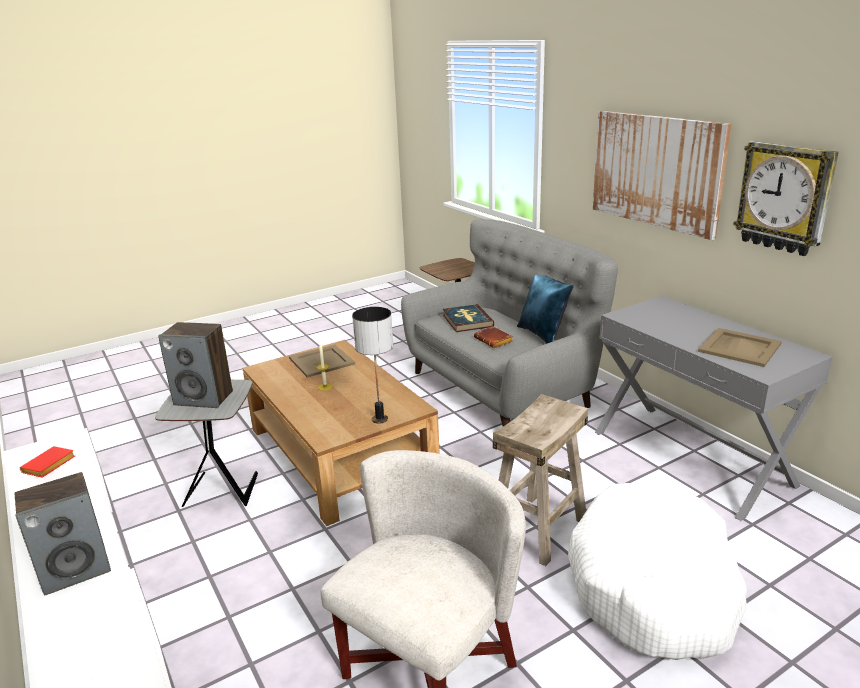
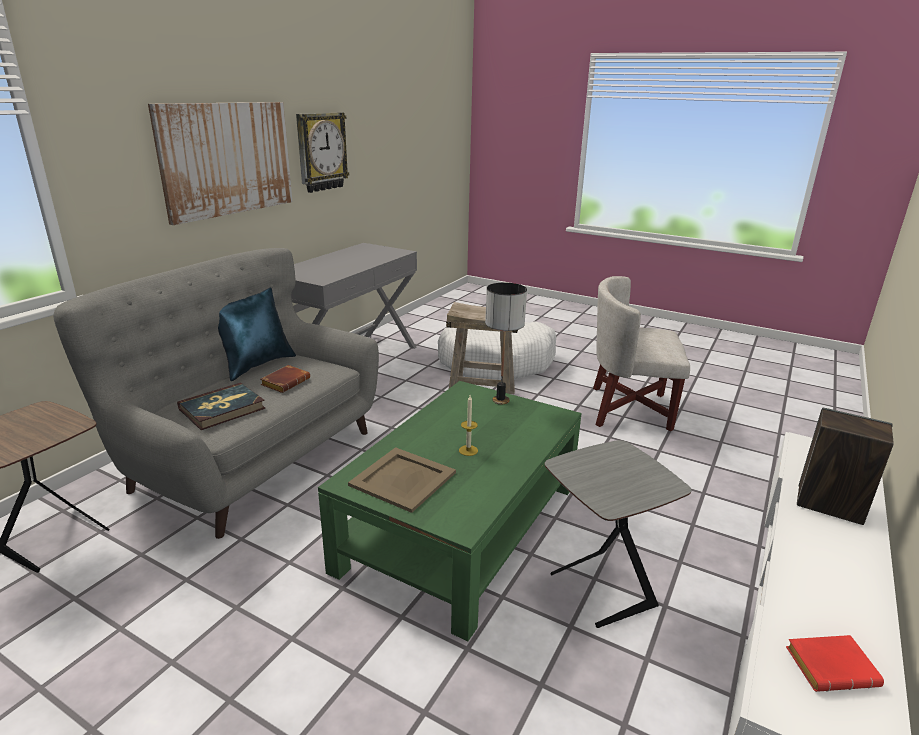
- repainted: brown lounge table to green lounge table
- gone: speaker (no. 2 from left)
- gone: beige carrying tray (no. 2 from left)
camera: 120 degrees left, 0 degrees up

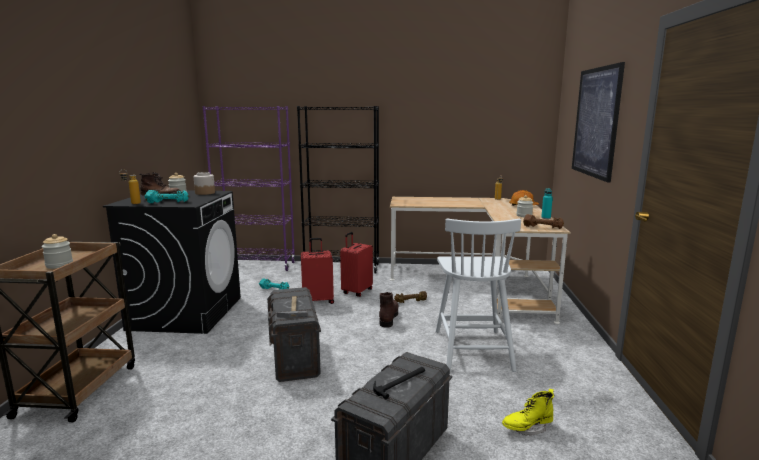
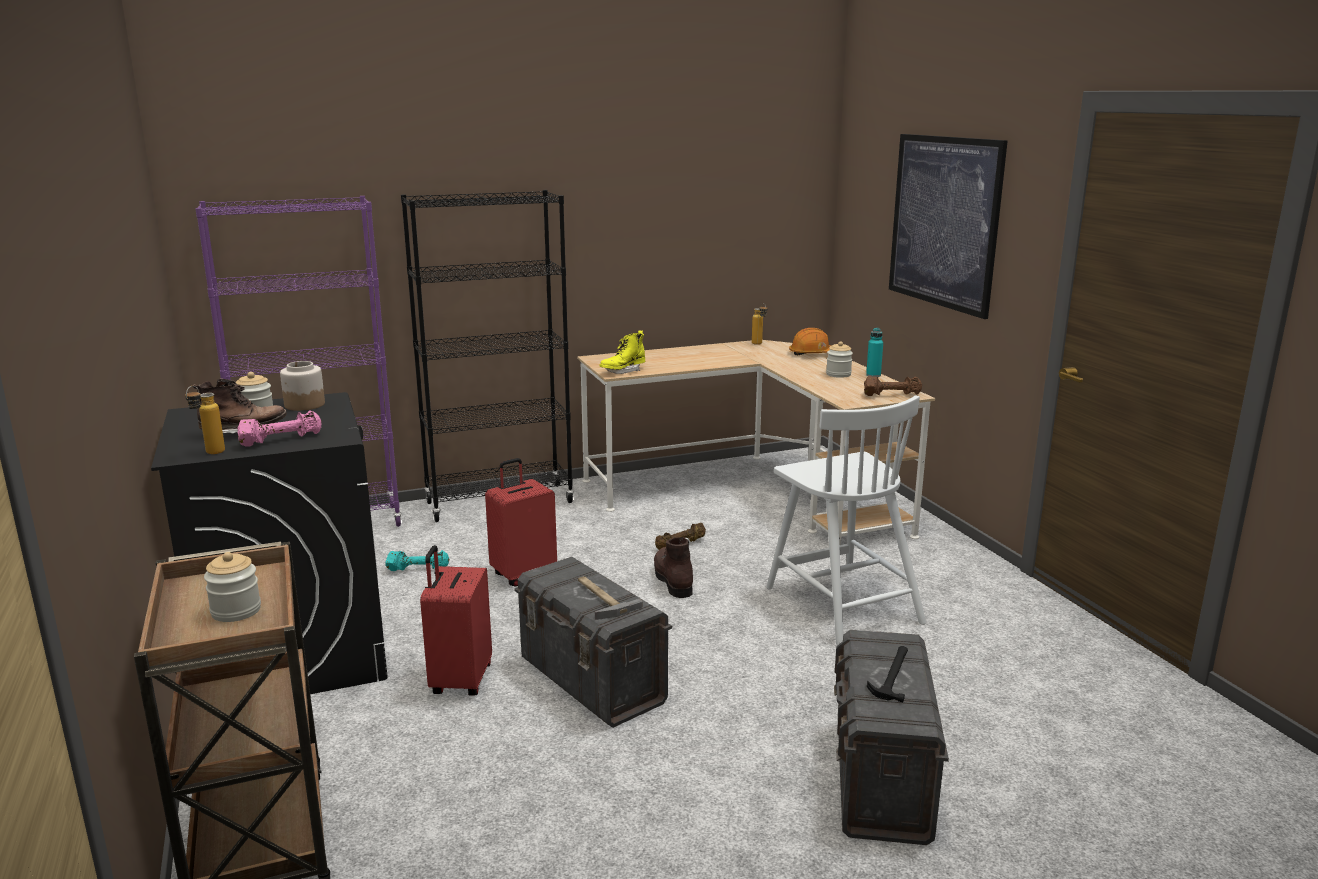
- repainted: turquoise-coloured dumbbell (no. 1 from left) to pinkish dumbbell
- shifted: red travel case (no. 2 from left in the first image) to red travel case (no. 1 from left)
- shifted: yellowish boot
camera: 25 degrees left, 5 degrees up

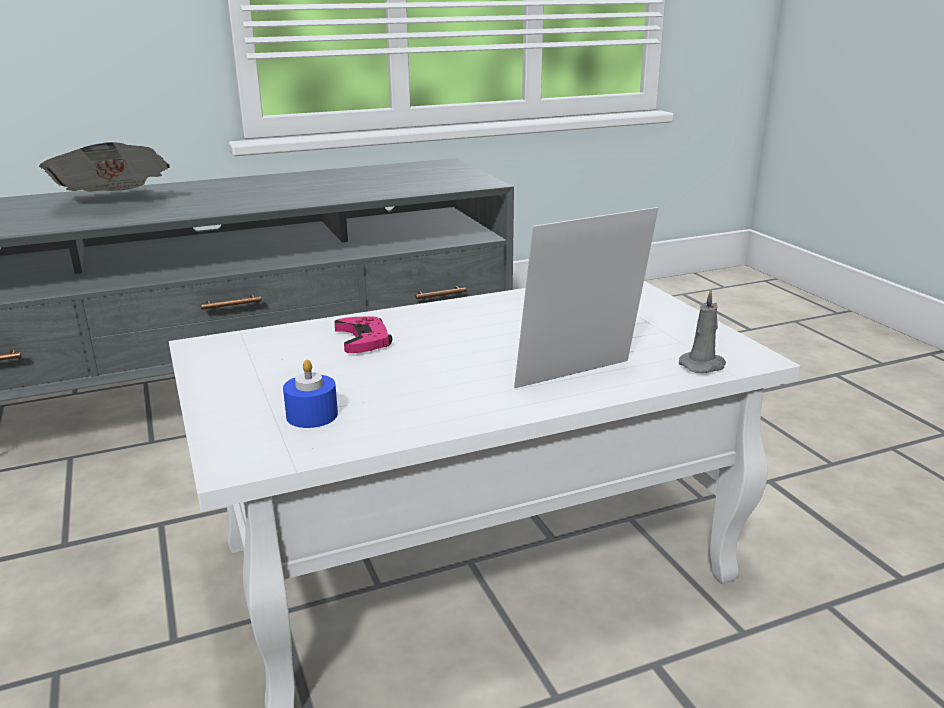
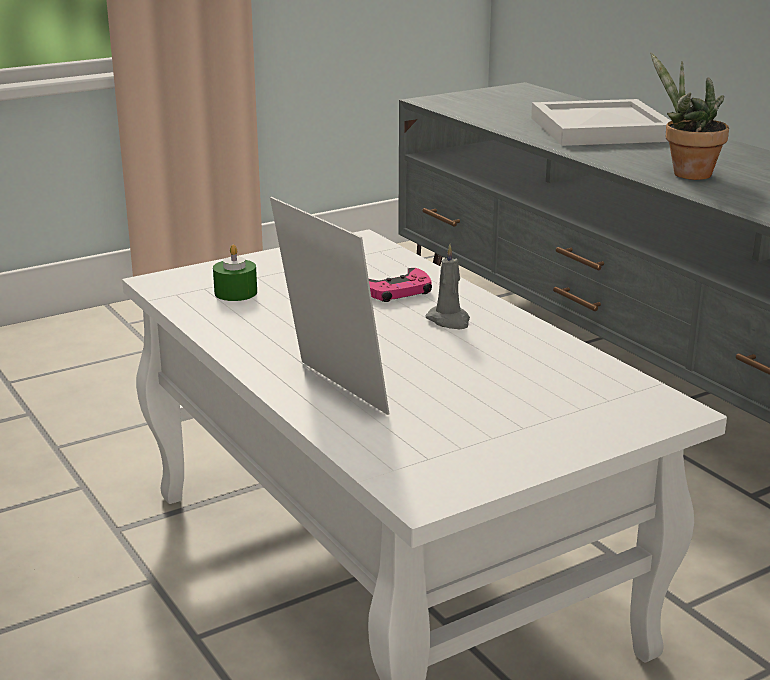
- repainted: bluish candle to green candle
- shifted: grey candle
- swapped: newspaper to whitish carrying tray
- new: houseplant
camera: 80 degrees right, 0 degrees up

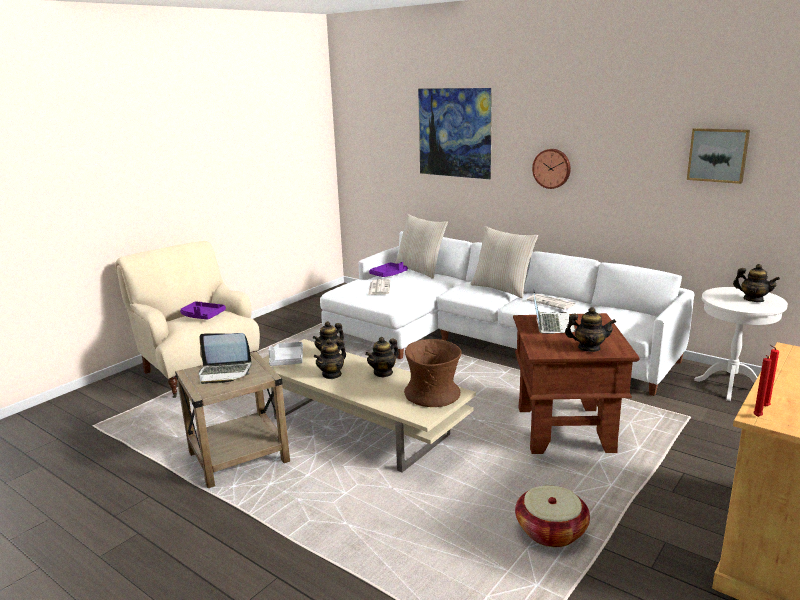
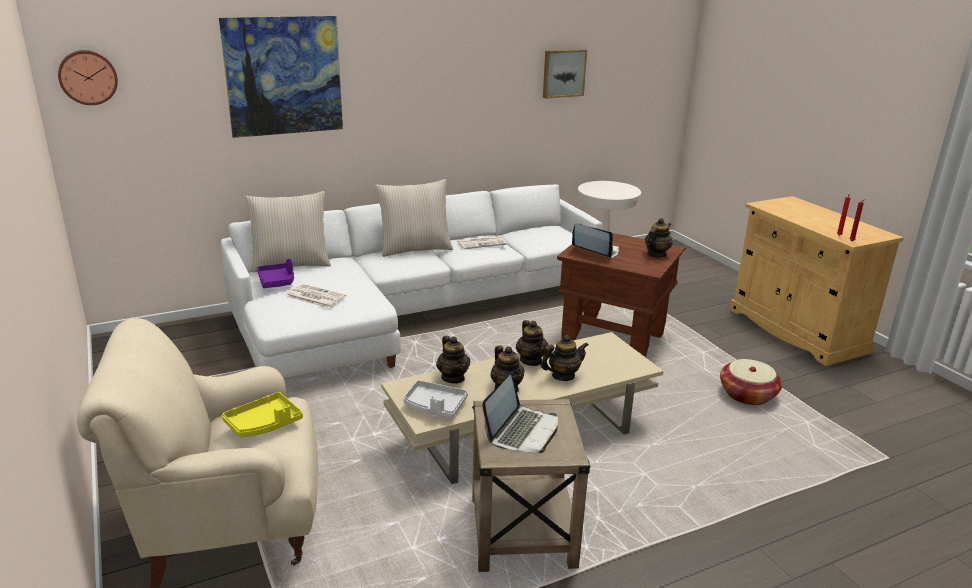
- shifted: clock on the wall
- repainted: purplish carrying tray (no. 1 from left) to yellowish carrying tray
- shifted: tea pot (no. 5 from left in the first image) to tea pot (no. 4 from left)
- gone: brown flower vase
camera: 65 degrees left, 5 degrees up

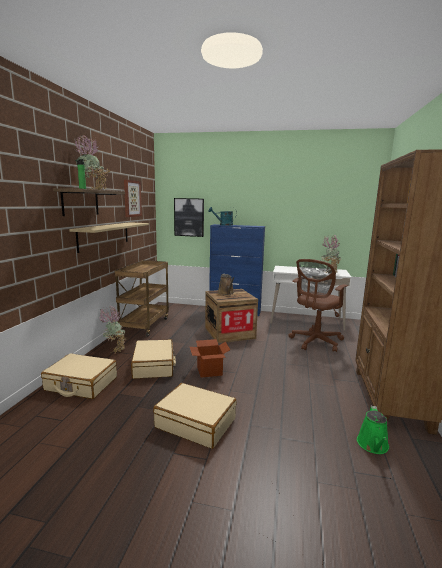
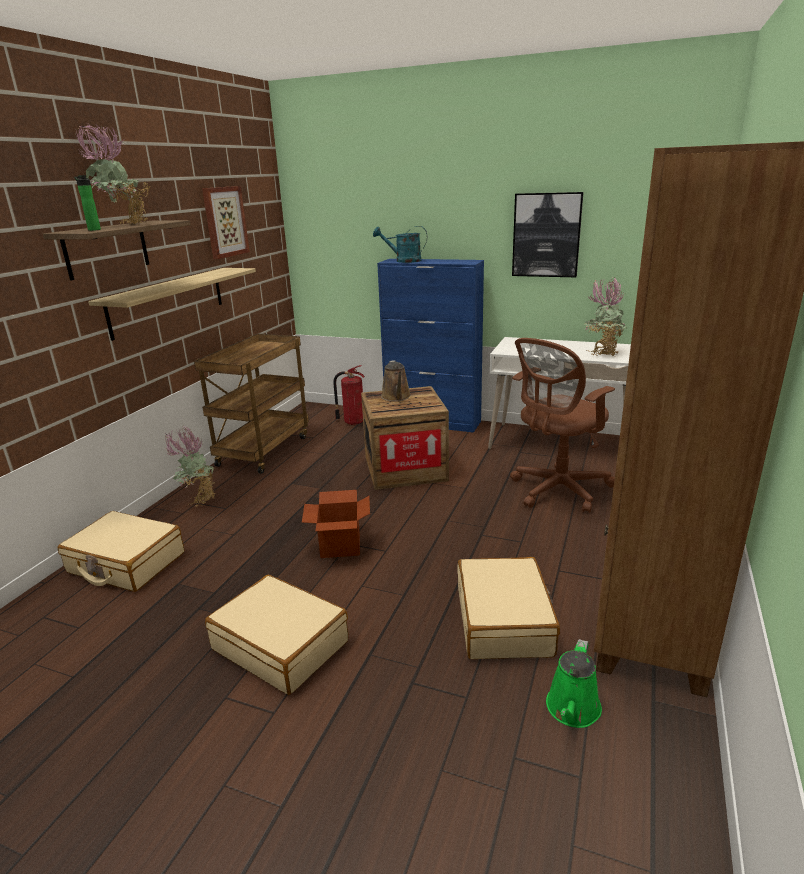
- new: fire-fighting cylinder
- shifted: beige travel case (no. 2 from left in the first image) to beige travel case (no. 3 from left)
- shifted: wall picture (no. 2 from left)
camera: 10 degrees right, 10 degrees up

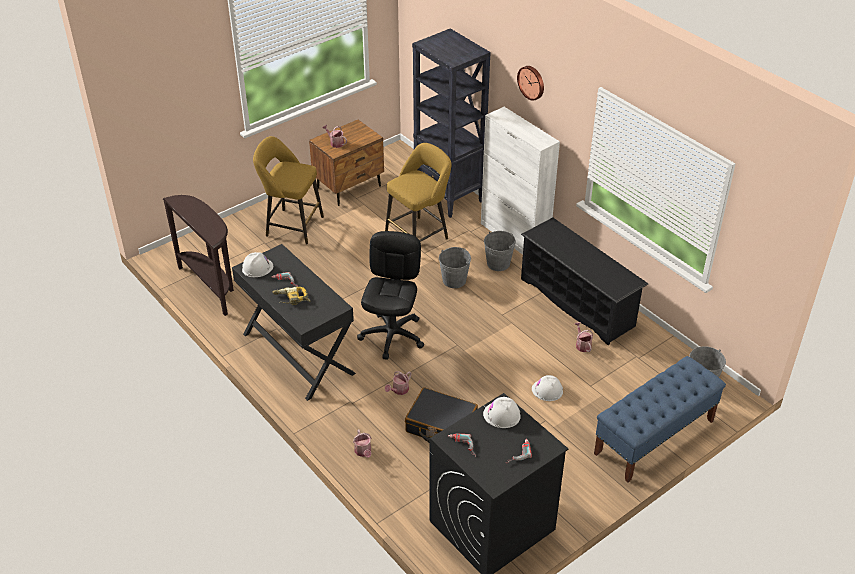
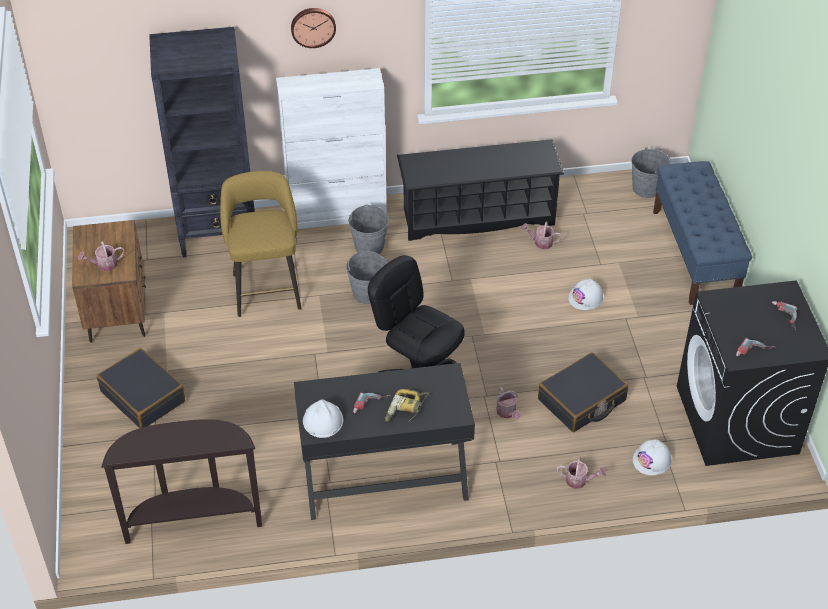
- swapped: yellowish stool (no. 1 from left) to black-coloured travel case (no. 1 from left)
- shifted: whitish work helmet (no. 2 from left in the first image) to whitish work helmet (no. 3 from left)
camera: 60 degrees left, 5 degrees up

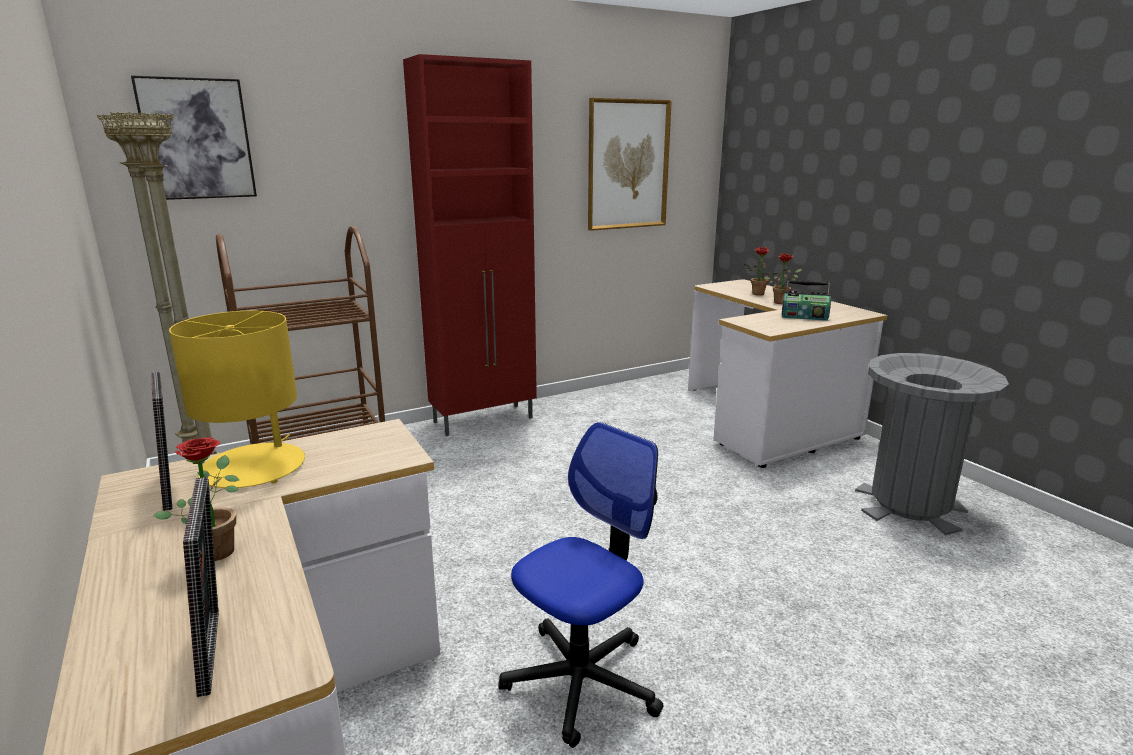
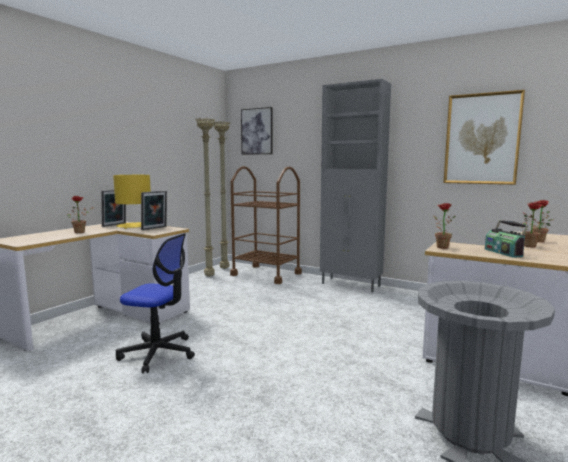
- shifted: picture frame (no. 2 from left)
- repainted: red cabinet to grey cabinet
- new: houseplant (no. 2 from left)
camera: 60 degrees right, 10 degrees down

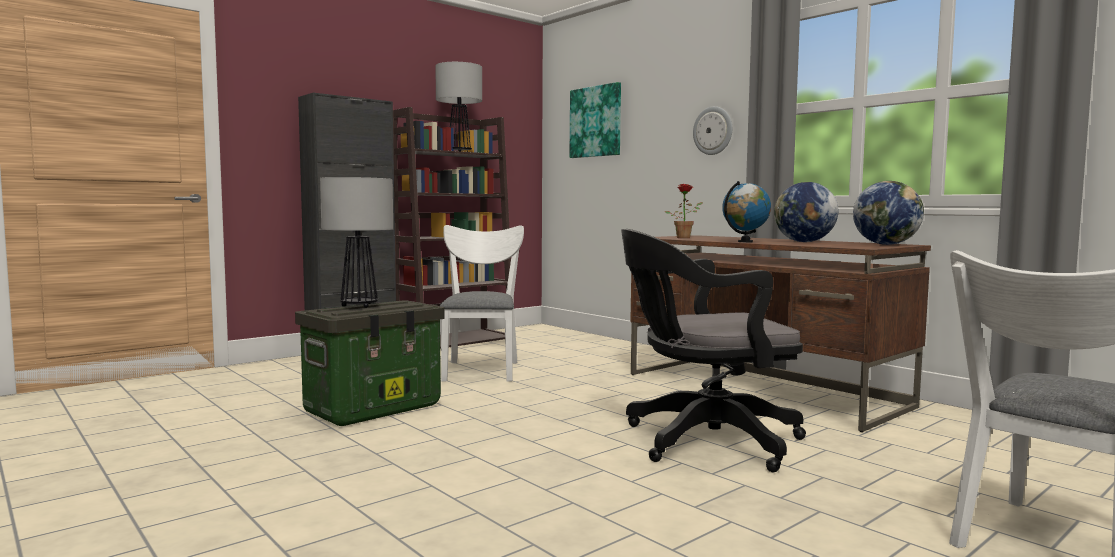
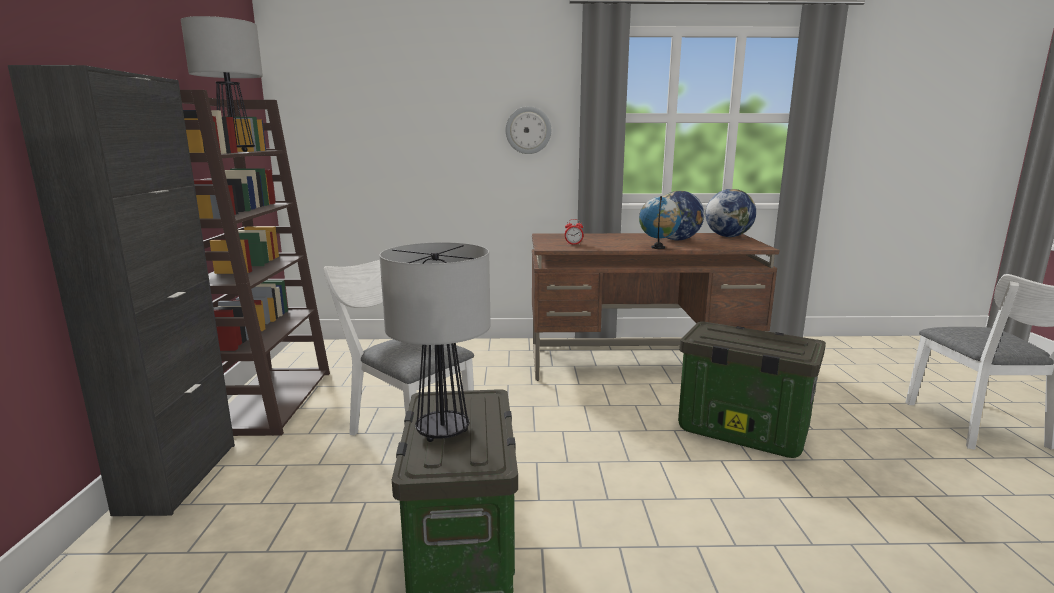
- swapped: houseplant to table clock
- swapped: black-coloured computer chair to storage container (no. 2 from left)
- gone: wall picture
camera: 50 degrees left, 10 degrees up

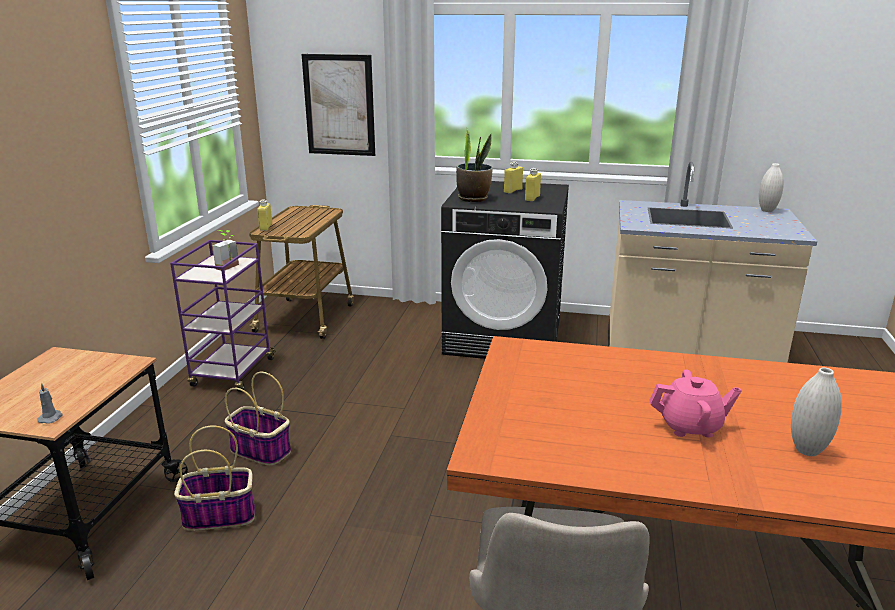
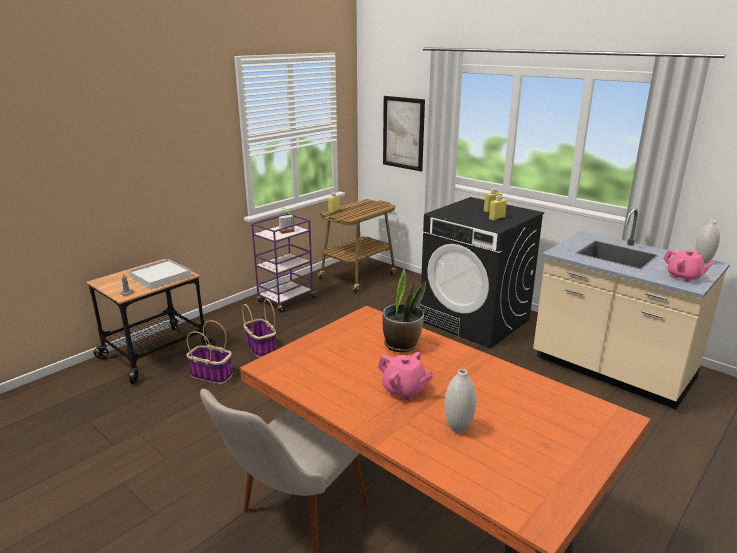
- new: whitish carrying tray
- shifted: houseplant (no. 2 from left)
- new: pinkish tea pot (no. 2 from left)
camera: 30 degrees right, 0 degrees up

